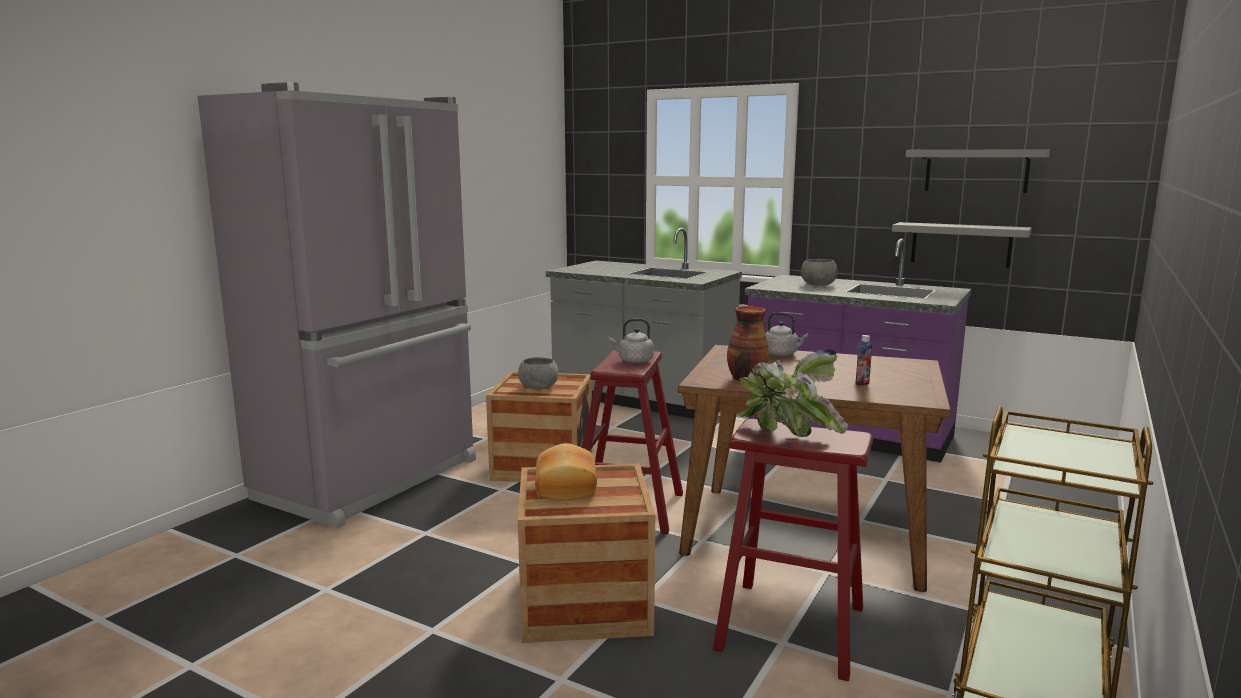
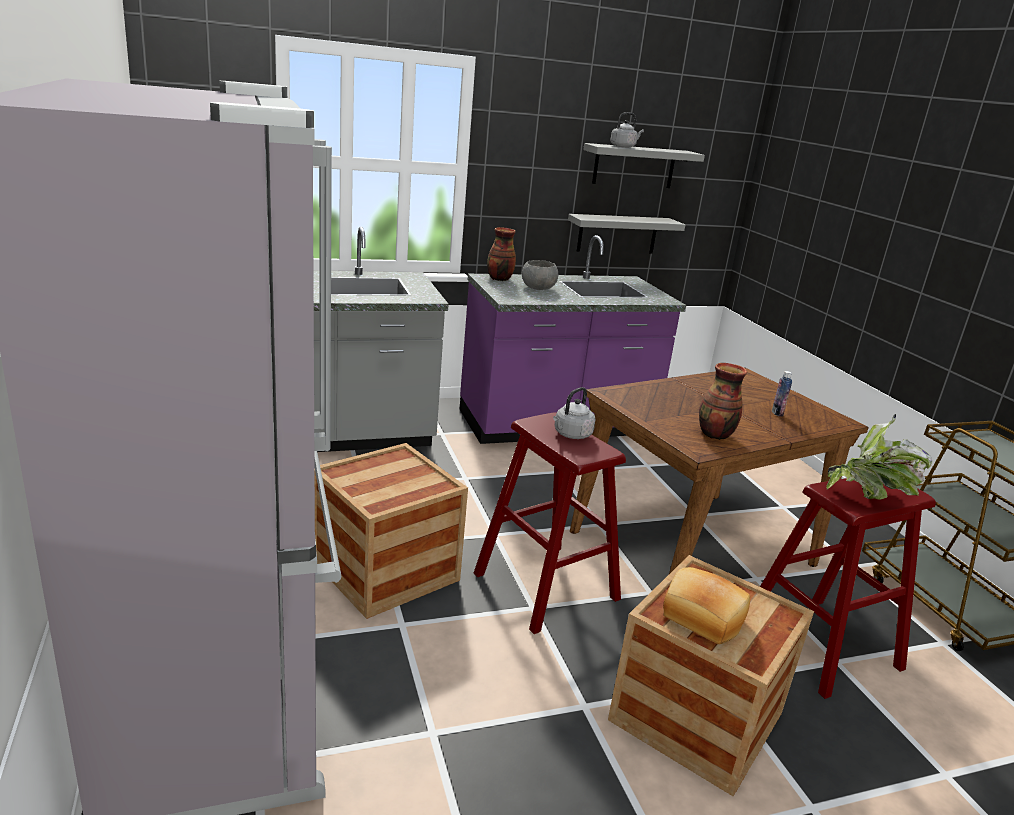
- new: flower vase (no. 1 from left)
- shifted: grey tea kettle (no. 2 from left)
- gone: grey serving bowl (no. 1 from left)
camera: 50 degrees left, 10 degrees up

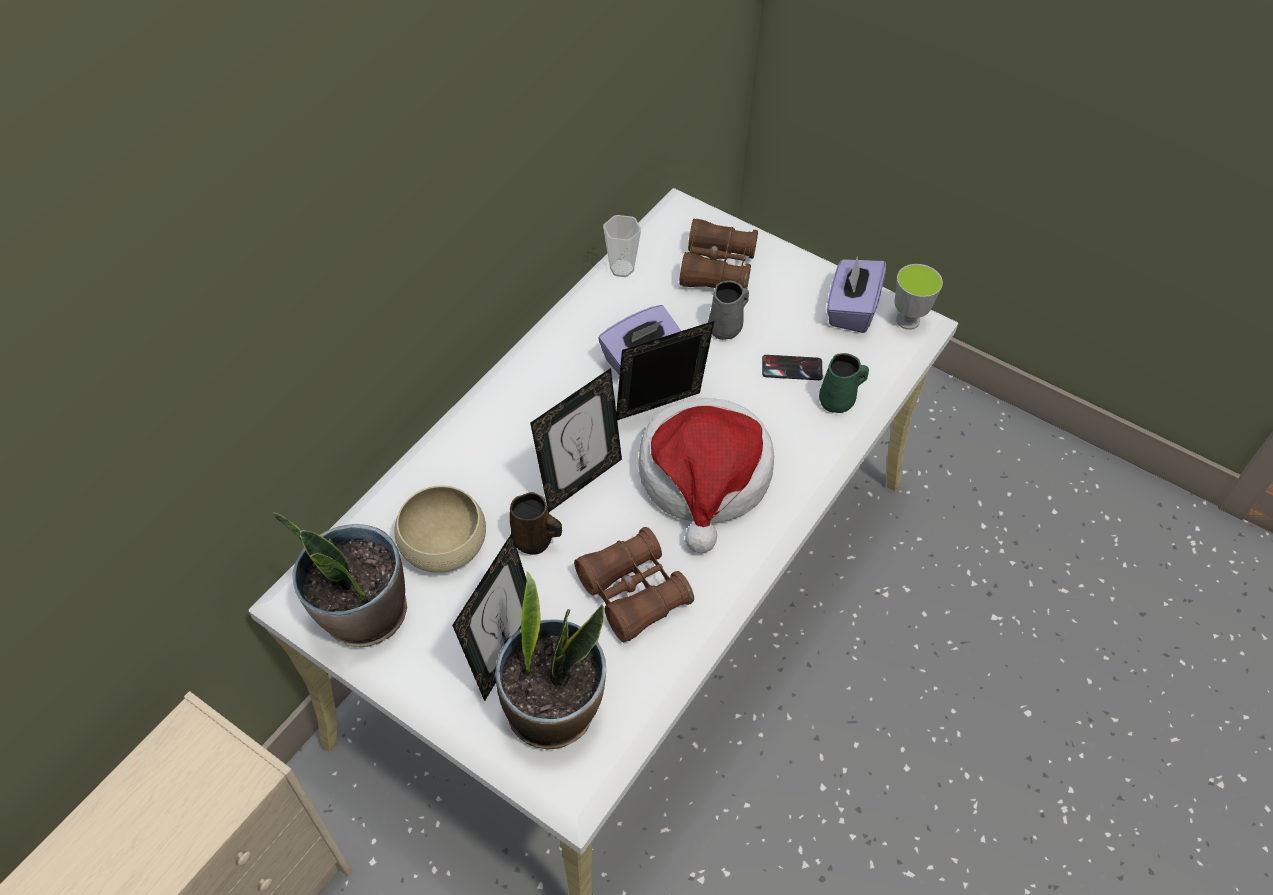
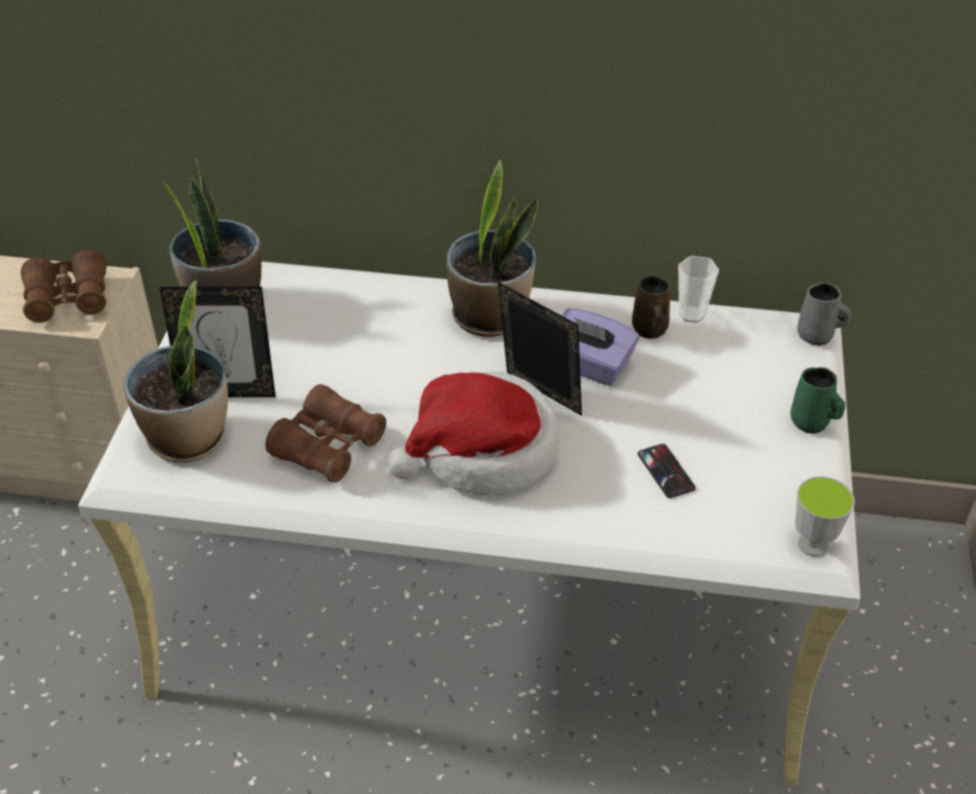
- shifted: brown field glasses (no. 2 from left in the first image) to brown field glasses (no. 1 from left)
- new: houseplant (no. 3 from left)
- shifted: brown coffee mug
- shifted: green coffee mug
- shifted: grey coffee mug
- gone: beige serving bowl
- gone: picture frame (no. 2 from left)
- gone: purplish tissue holder (no. 2 from left)
camera: 65 degrees right, 10 degrees down

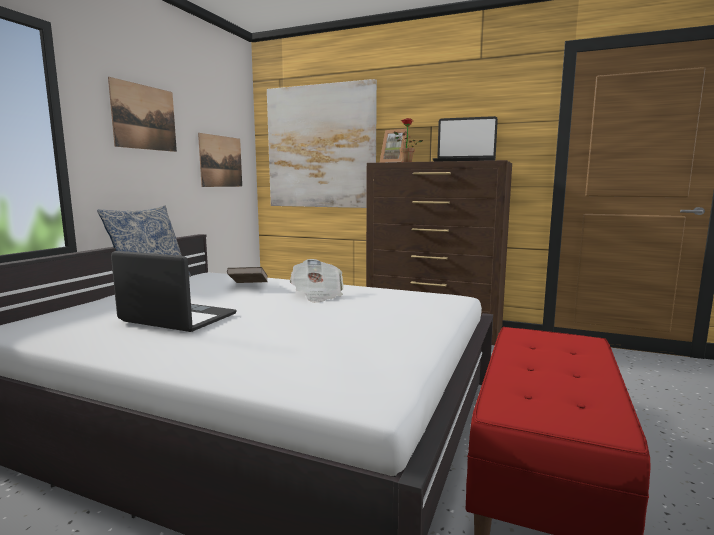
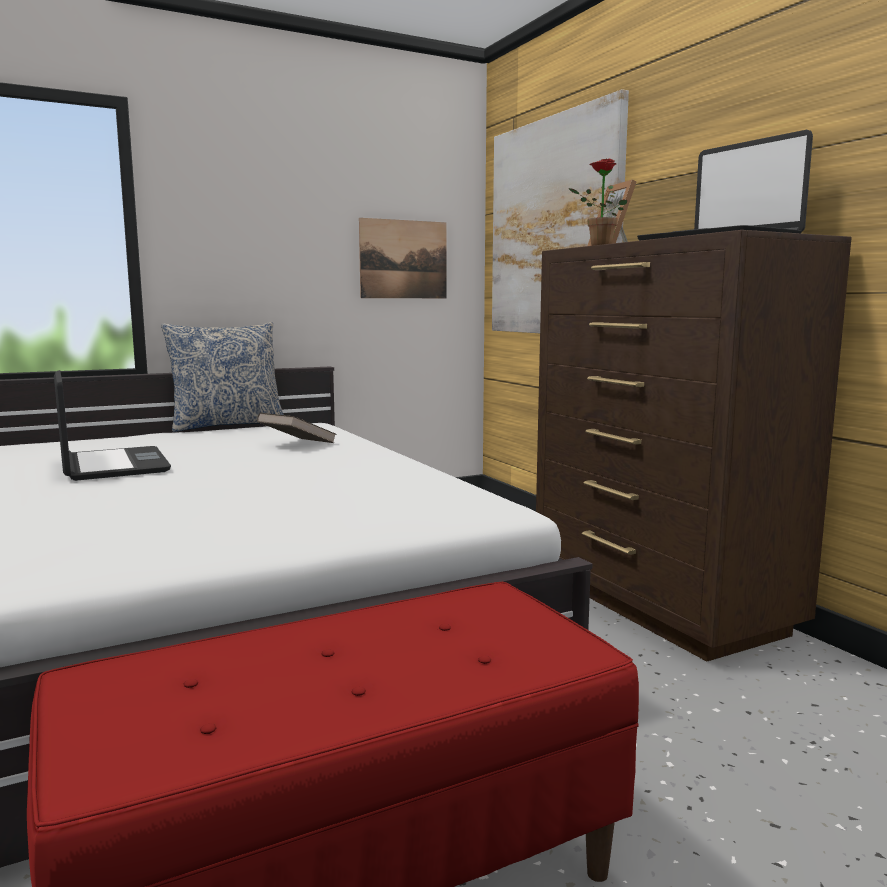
- gone: wall picture (no. 1 from left)
- gone: newspaper
camera: 40 degrees right, 0 degrees up

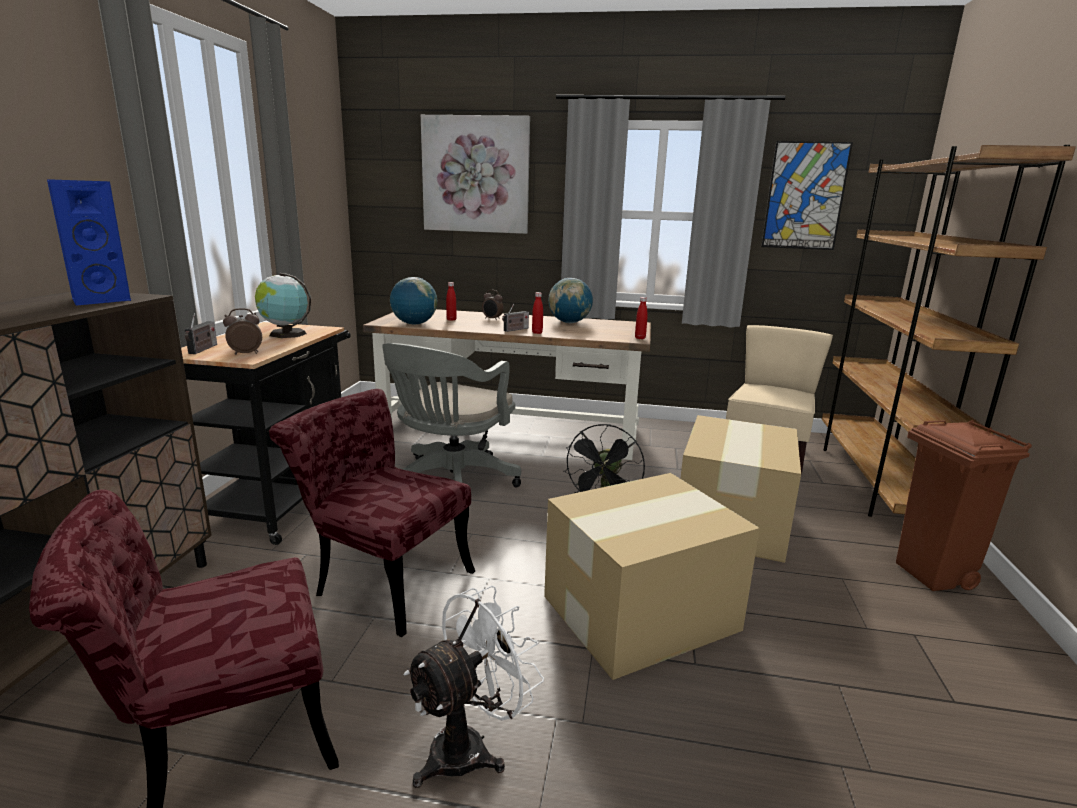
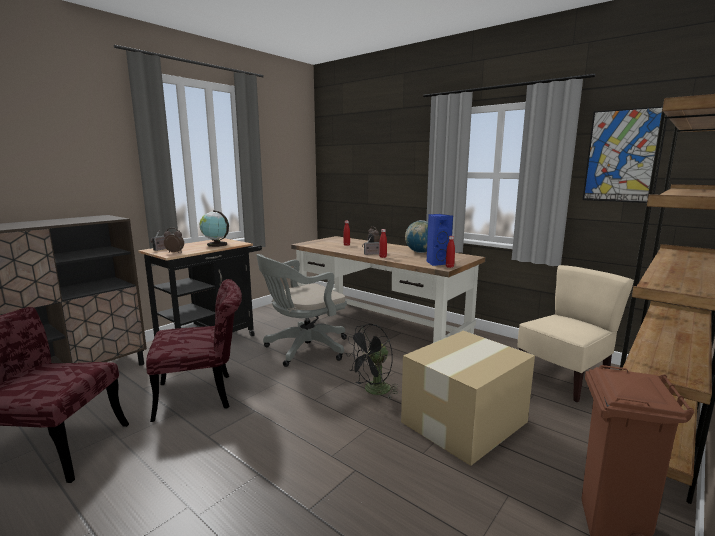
- rotated: red plain chair (no. 2 from left) 105 degrees clockwise
- shifted: bluish speaker
- gone: desk globe (no. 2 from left)
- gone: whitish fan
- gone: wall picture (no. 1 from left)
- gone: packing box (no. 1 from left)
camera: 30 degrees right, 5 degrees down

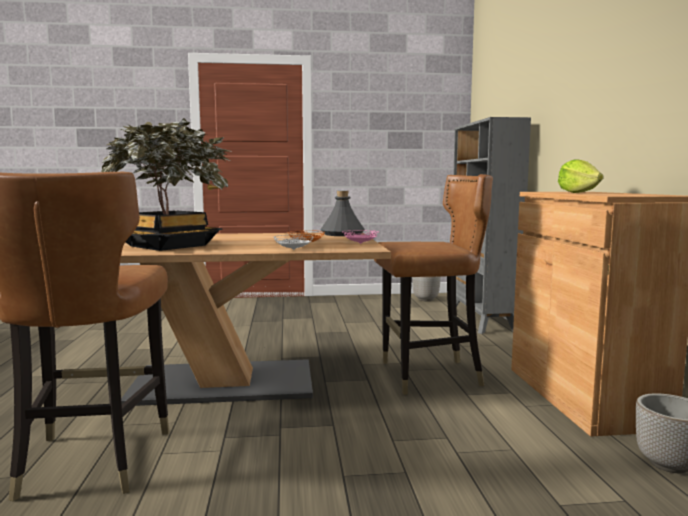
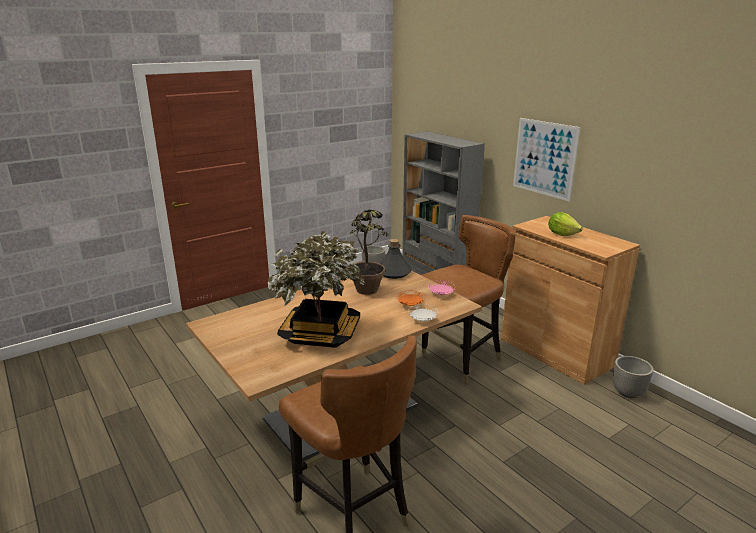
- new: houseplant (no. 2 from left)
- new: wall picture
camera: 30 degrees left, 15 degrees up

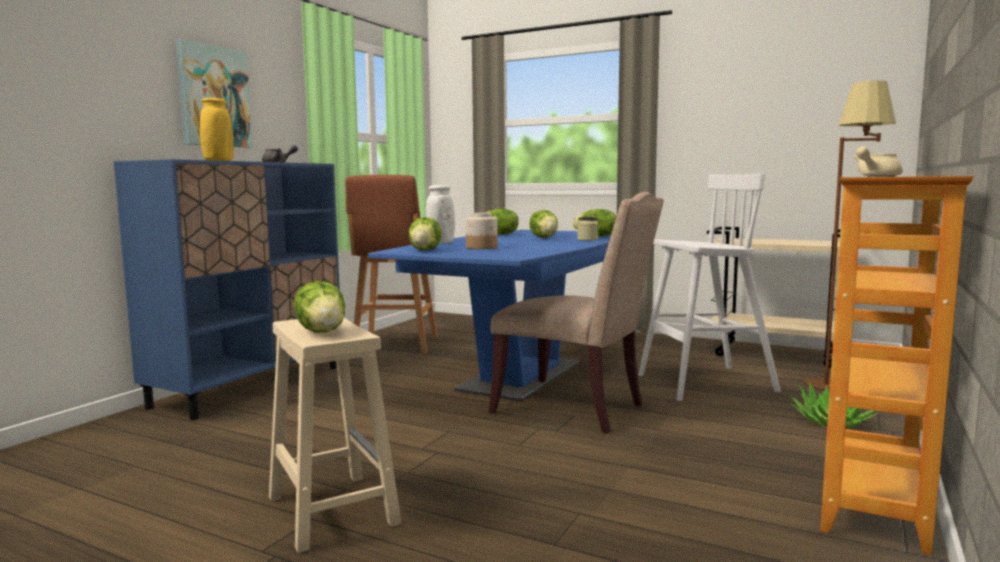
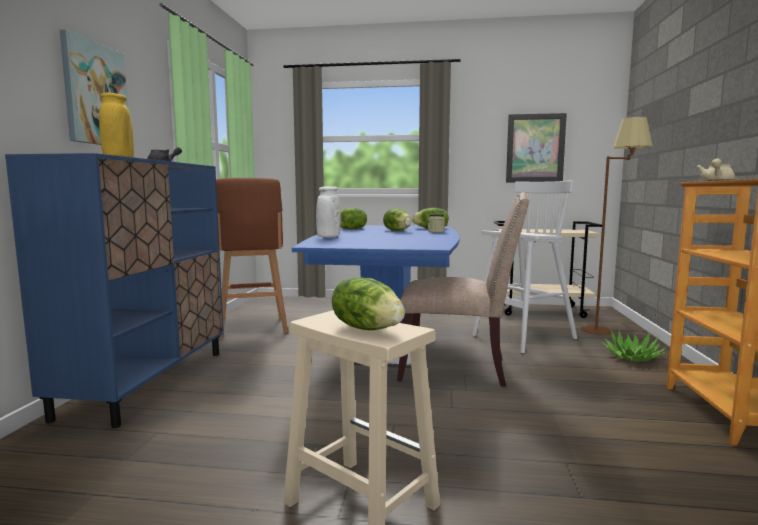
- new: wall picture (no. 2 from left)
- gone: head of lettuce (no. 2 from left)
- gone: jar (no. 1 from left)
camera: 20 degrees left, 0 degrees up

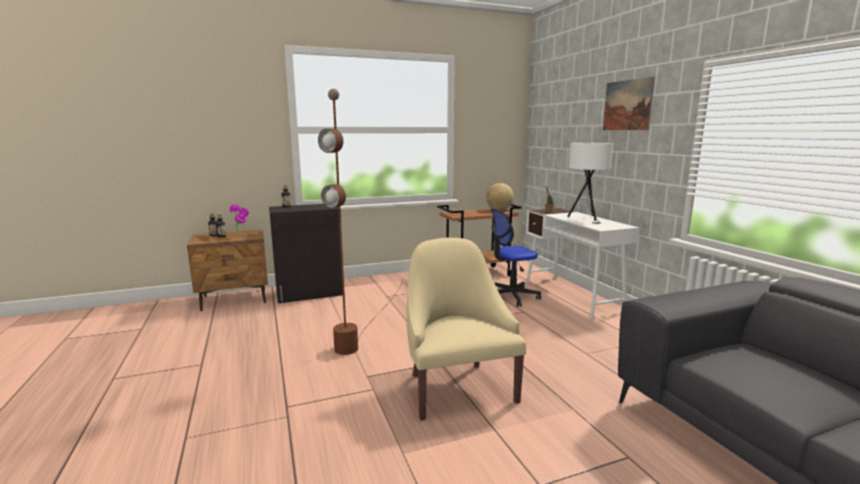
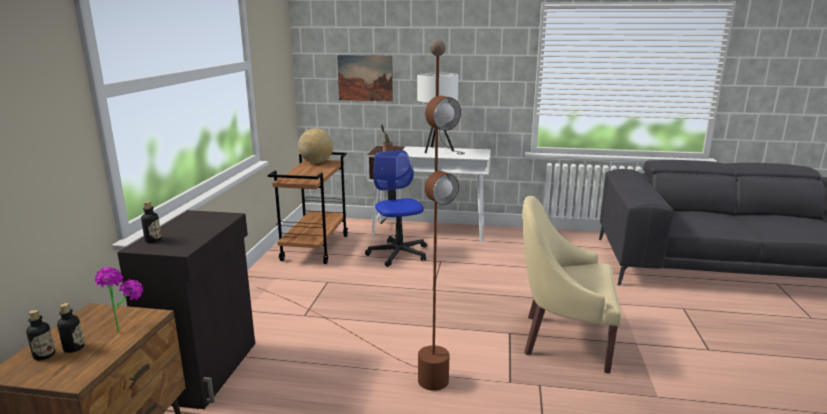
- shifted: wall picture
- rotated: computer chair 150 degrees clockwise
camera: 60 degrees left, 5 degrees up

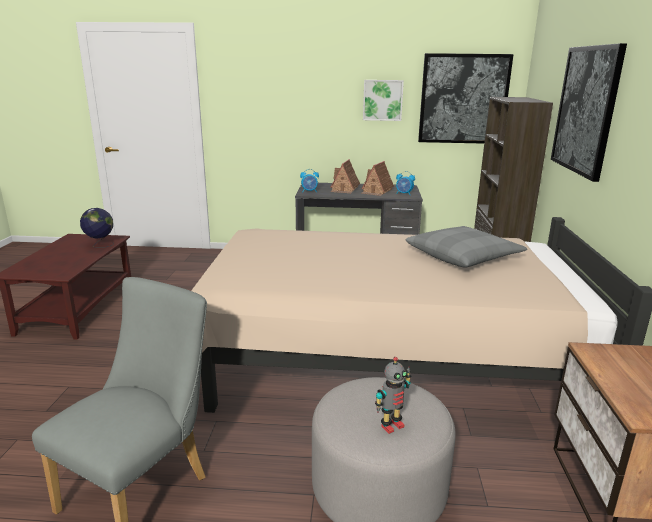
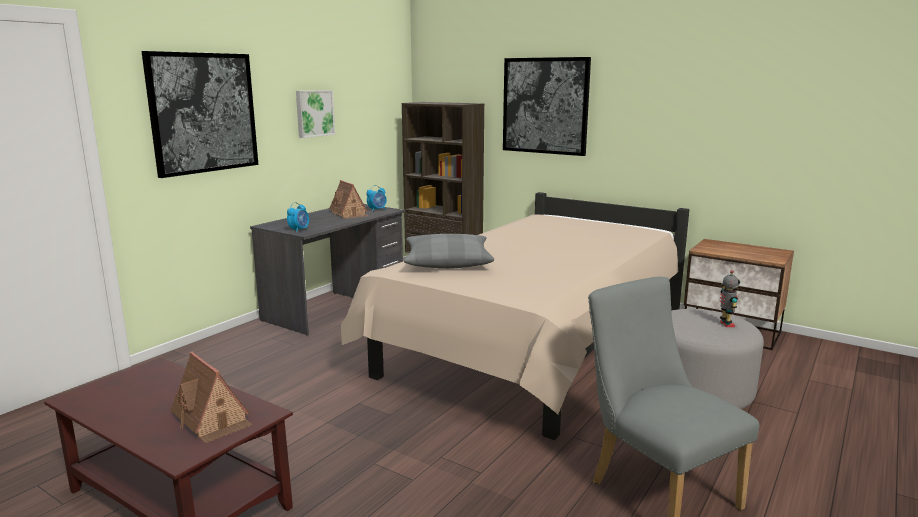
- shifted: wall picture (no. 2 from left in the first image) to wall picture (no. 1 from left)
- shifted: model house (no. 1 from left)
- shifted: grey throw pillow
- gone: desk globe
camera: 60 degrees left, 5 degrees down

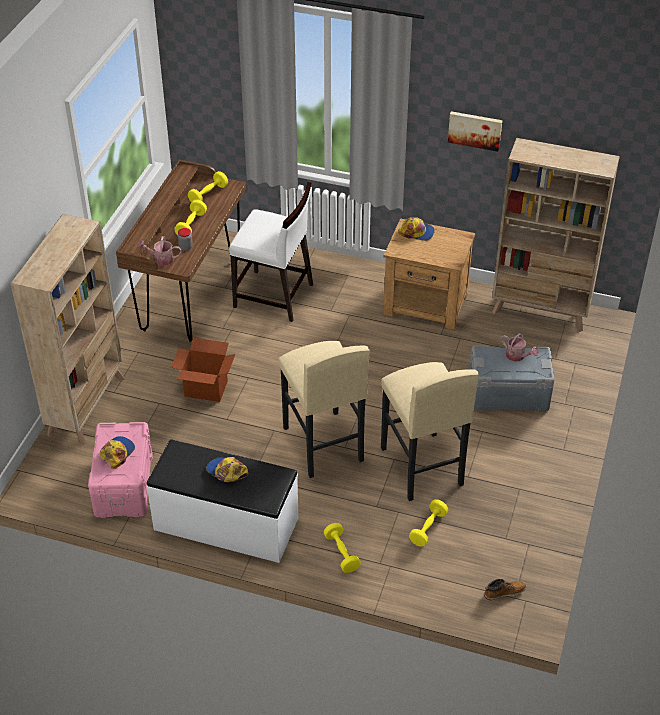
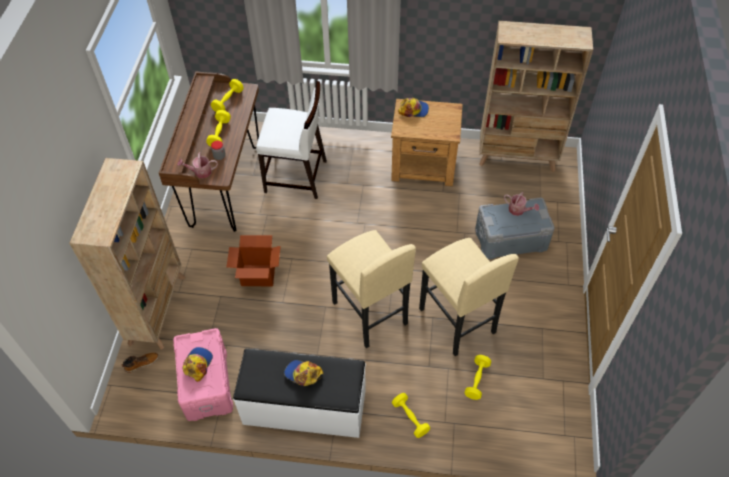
- shifted: boot
- gone: wall picture
camera: 10 degrees left, 10 degrees up

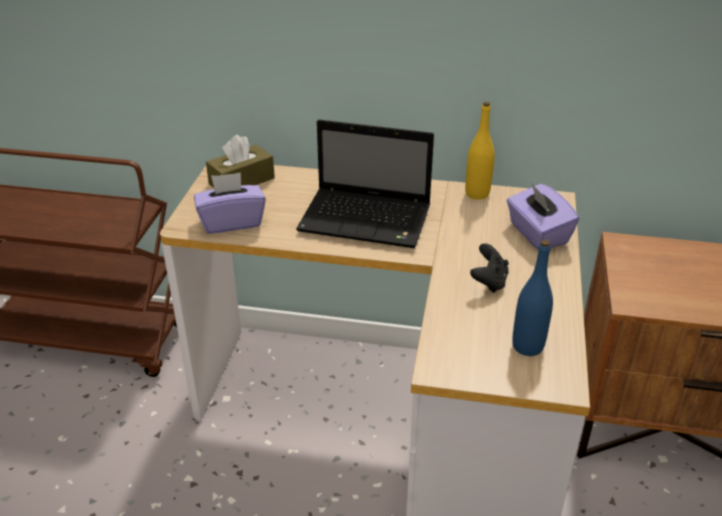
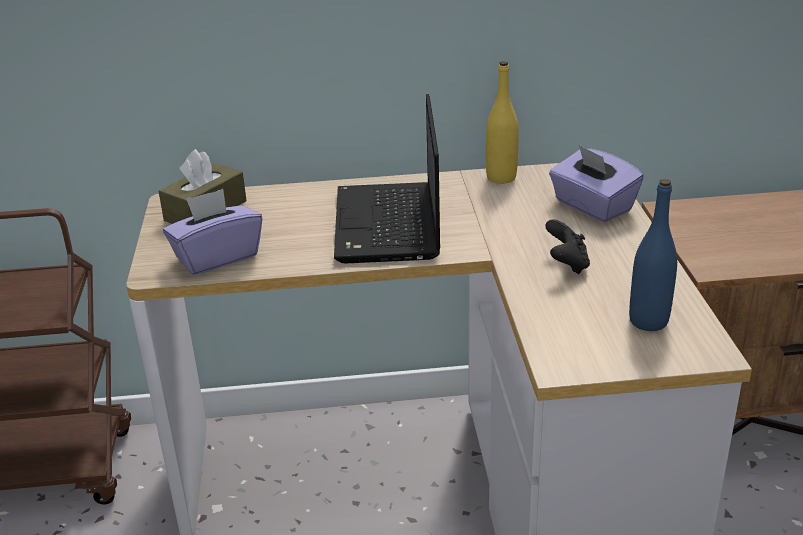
- rotated: notebook computer 90 degrees clockwise
camera: 15 degrees left, 5 degrees down

